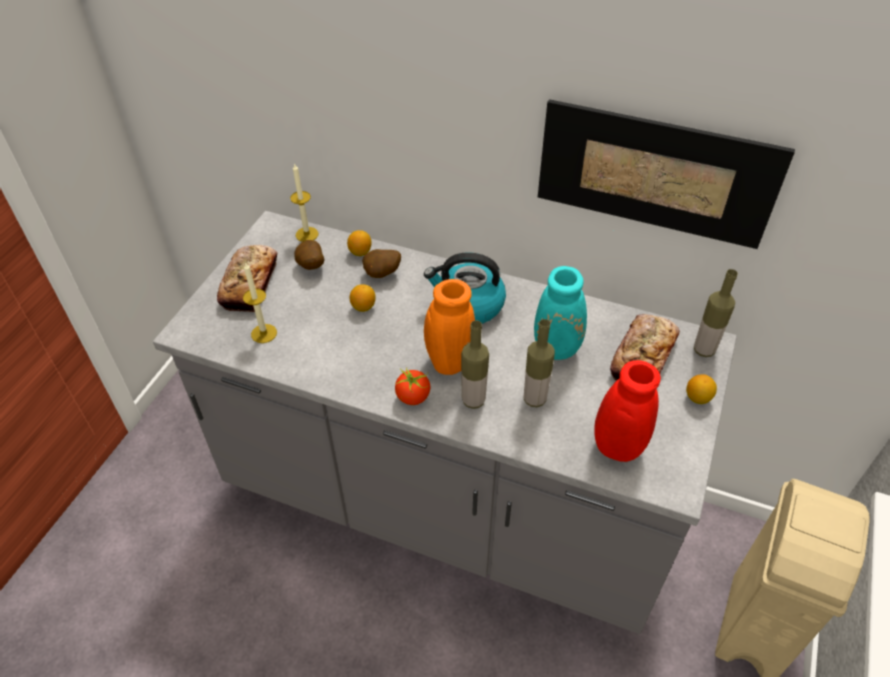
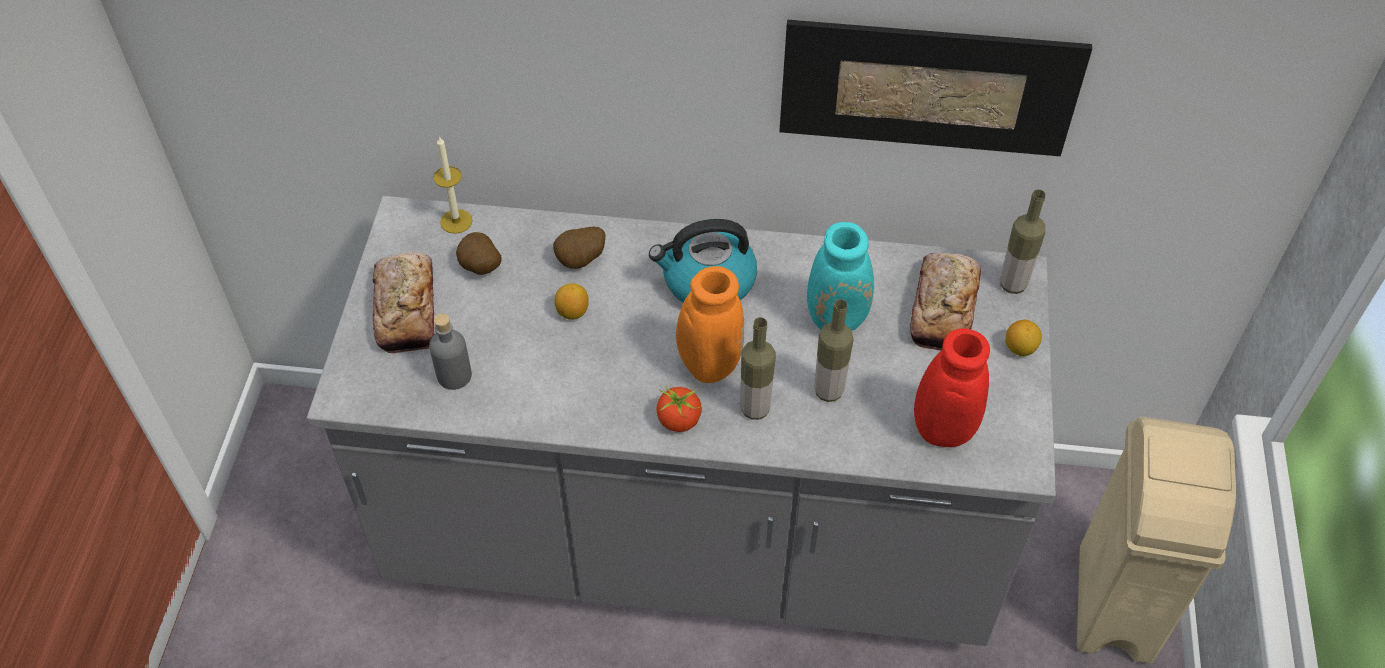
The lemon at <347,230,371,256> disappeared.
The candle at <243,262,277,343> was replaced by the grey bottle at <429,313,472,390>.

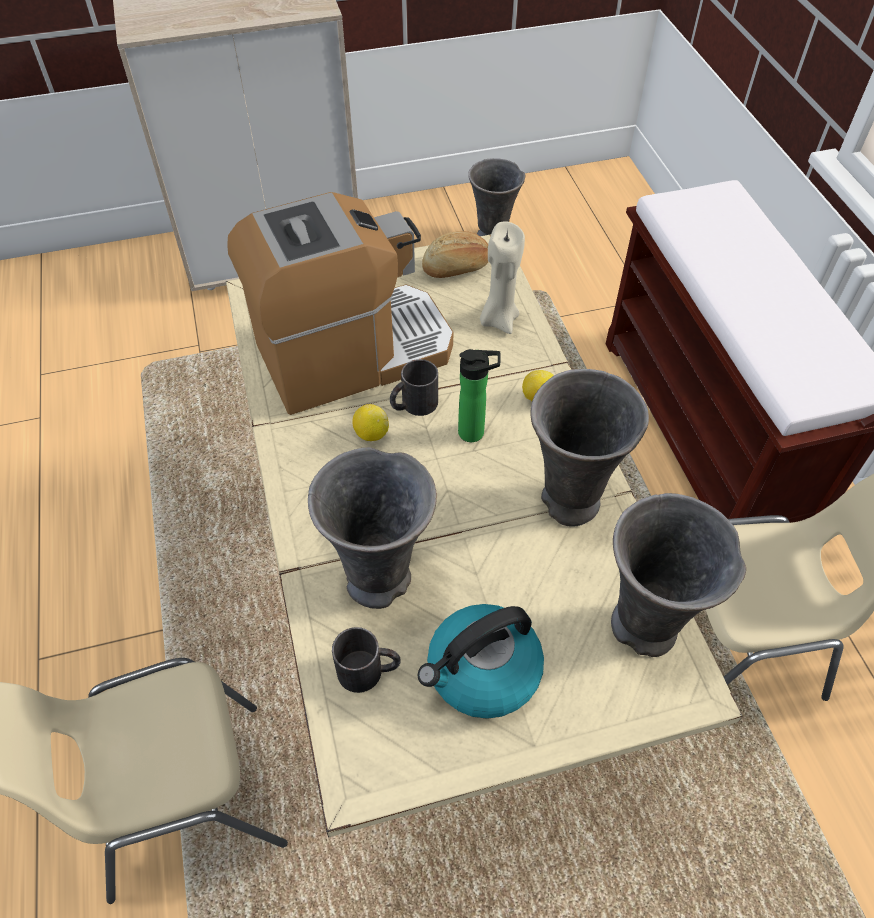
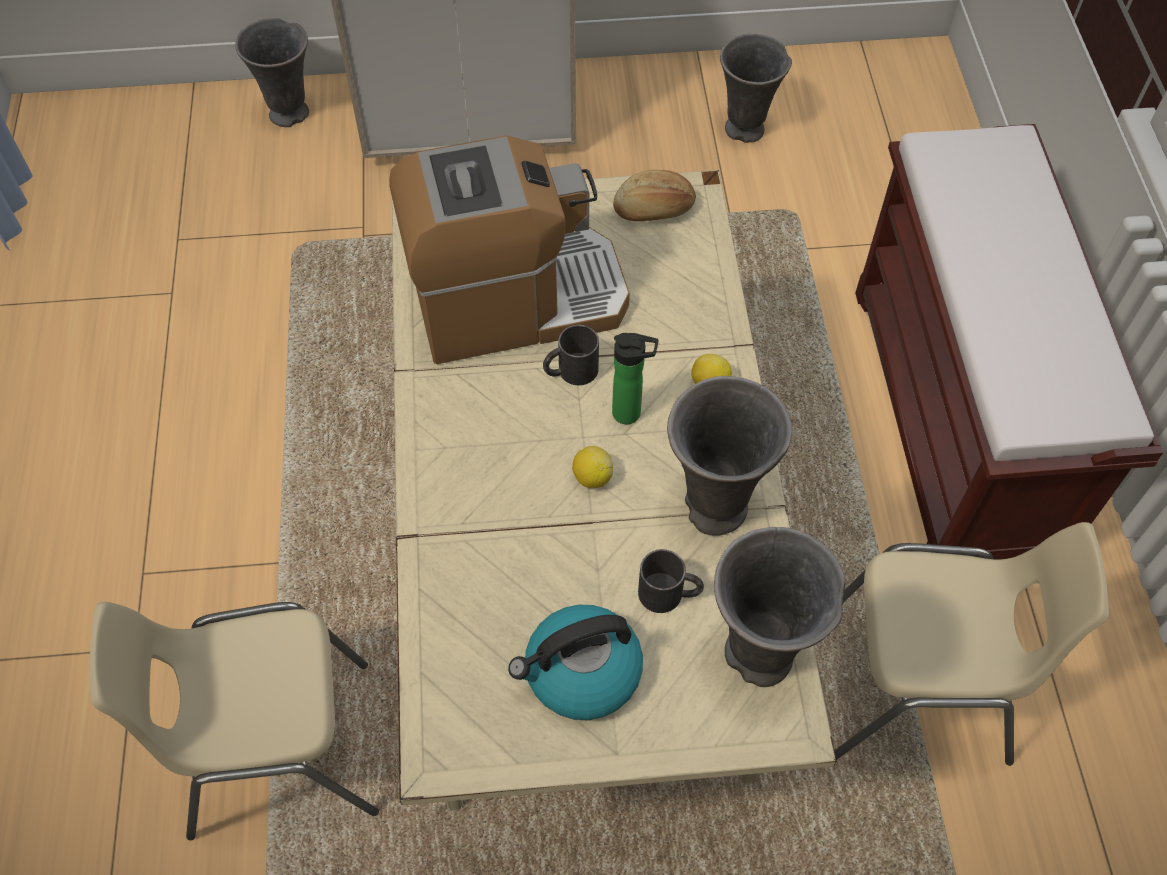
The beige candle at <480,221,525,334> disappeared.
The grey vase moved from <308,447,437,609> to <235,18,309,127>.
The black mug moved from <332,627,401,693> to <638,549,704,613>.
The lemon moved from <352,404,389,441> to <572,446,613,488>.

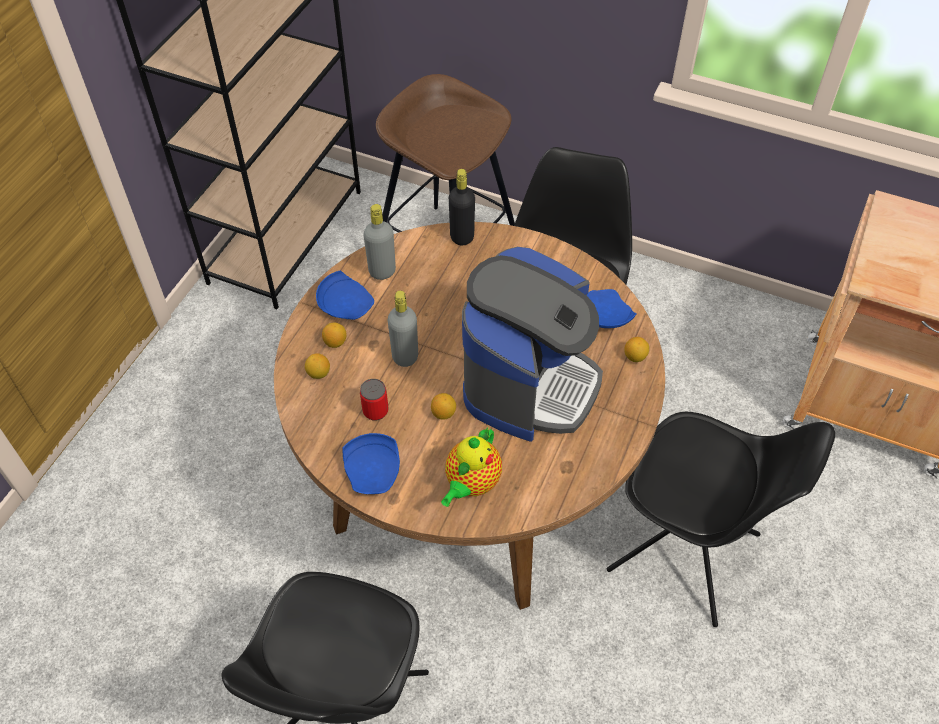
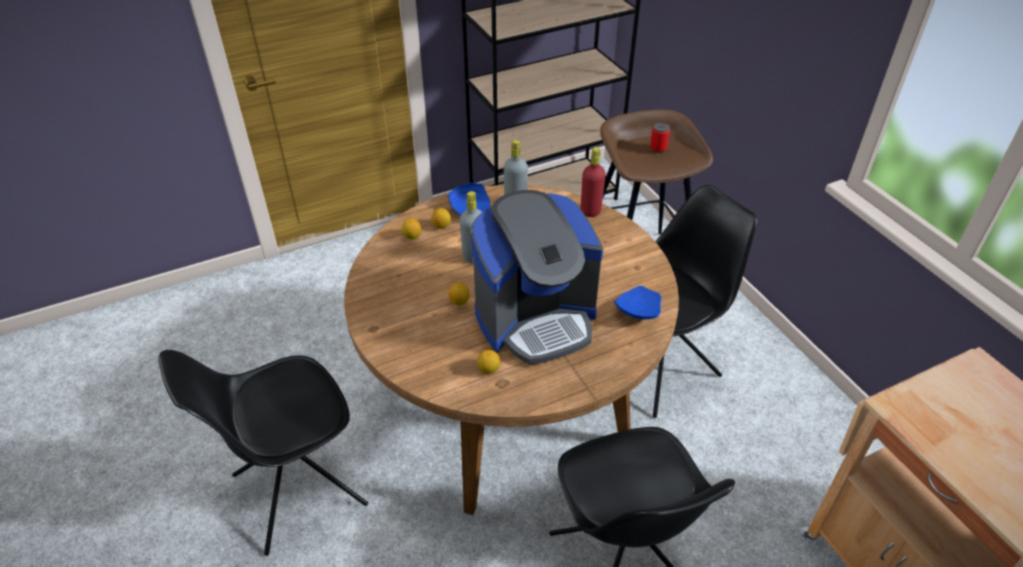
The blue plate at <342,433,400,494> disappeared.
The teapot at <441,427,502,507> disappeared.
The can moved from <360,379,388,421> to <650,122,670,153>.
The lemon moved from <624,337,649,362> to <477,350,500,374>.
The black bottle at <449,169,475,245> became the red bottle at <581,147,606,217>.

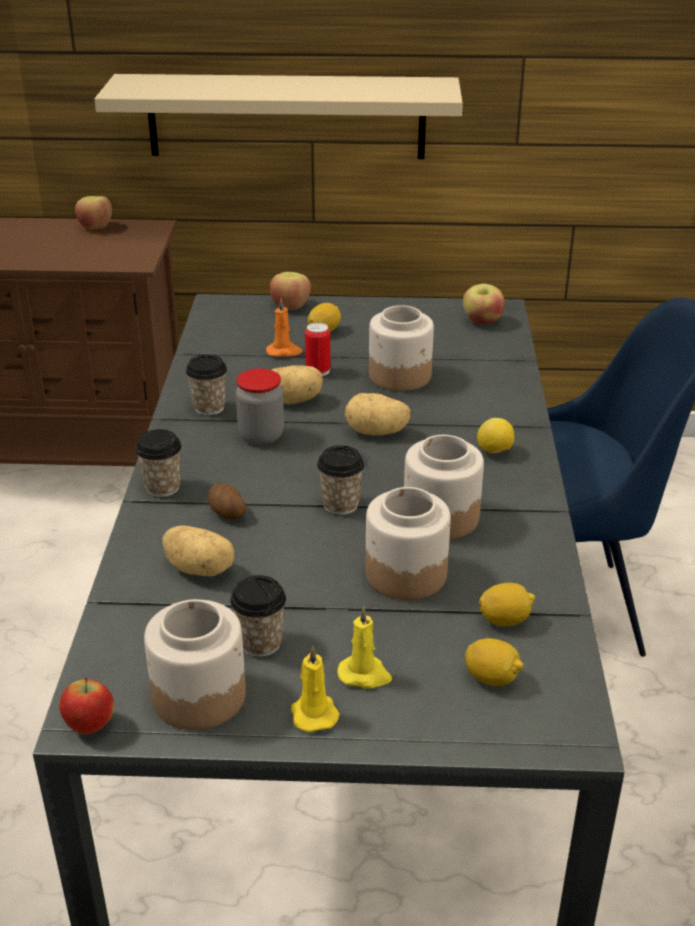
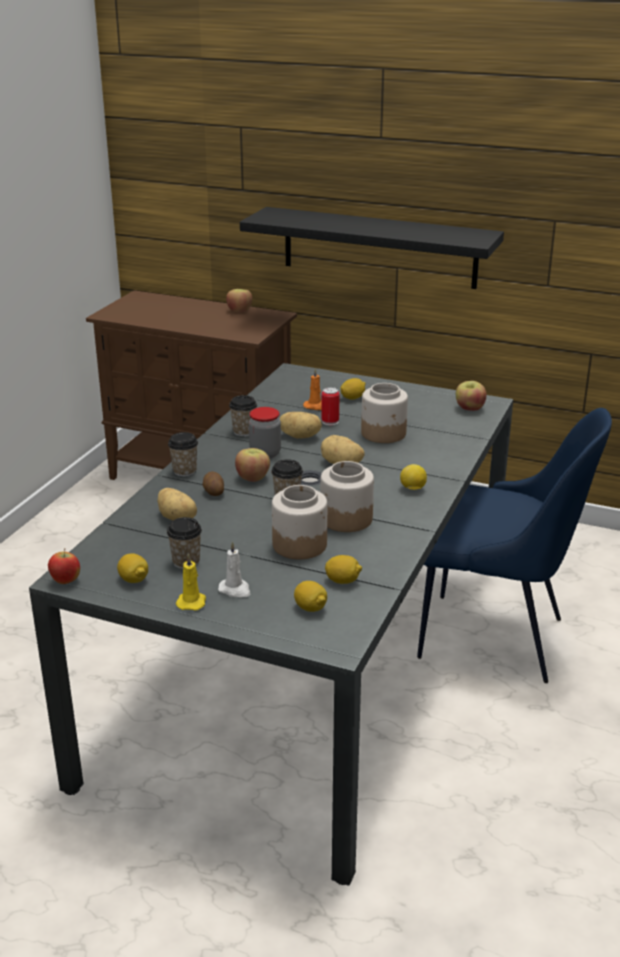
The apple moved from <270,272,311,310> to <235,448,270,482>.
The jar at <144,599,246,730> was replaced by the lemon at <117,553,148,583>.
The beige shelf at <95,74,463,159> became the black shelf at <240,207,504,289>.
The yellow candle at <337,607,392,689> became the white candle at <218,541,250,598>.

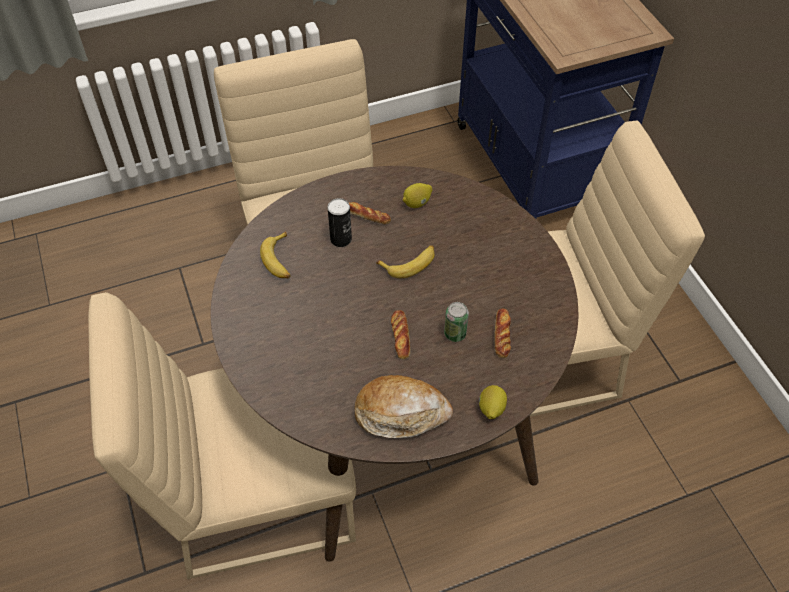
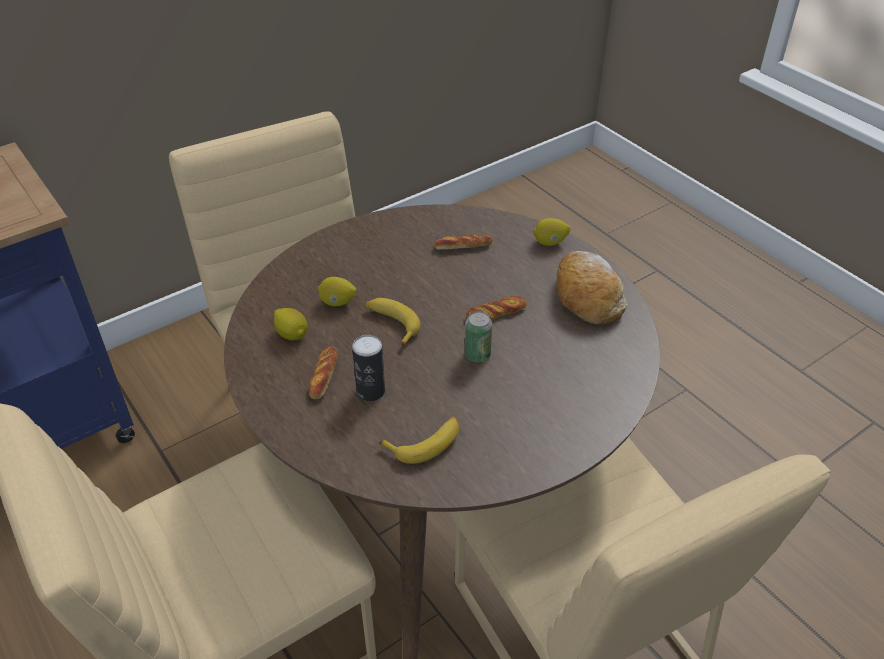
The lemon at <318,277,357,306> appeared.
The can moved from <444,302,469,342> to <465,311,492,362>.

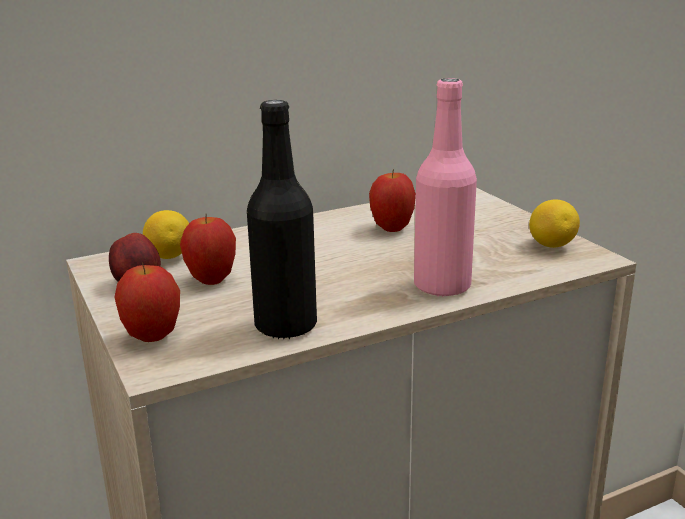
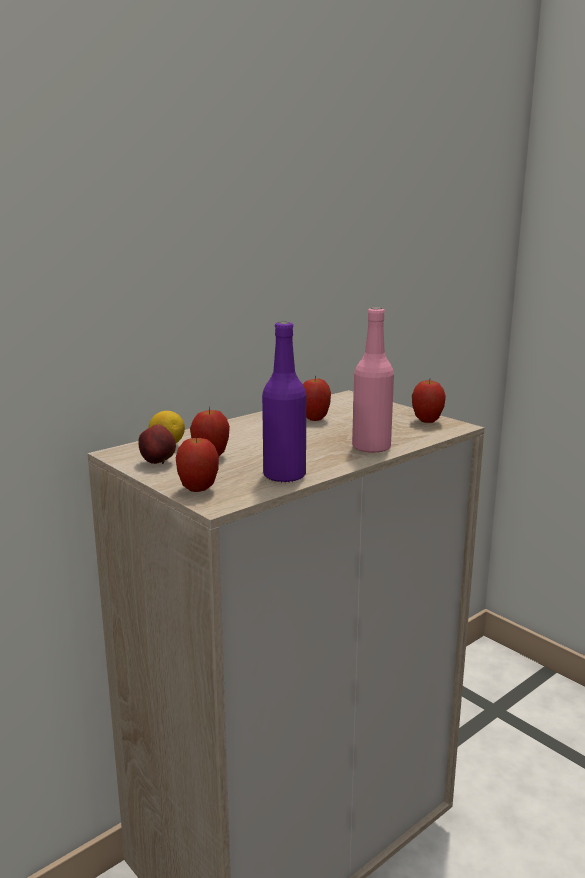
The lemon at <529,199,580,248> was replaced by the apple at <412,380,446,423>.
The black bottle at <247,100,317,340> became the purple bottle at <262,322,306,483>.

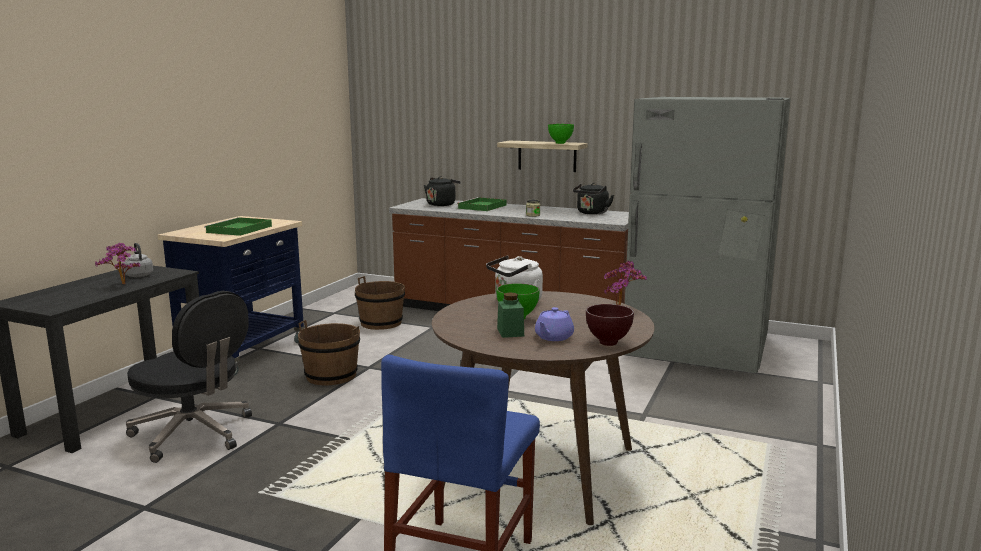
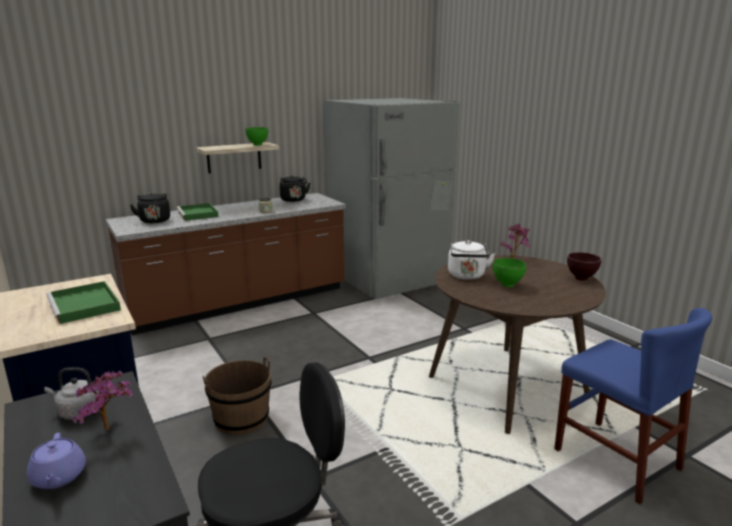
The brown bucket at <355,276,405,330> disappeared.
The green jar at <497,292,524,338> disappeared.
The purple teapot moved from <535,307,574,341> to <27,433,86,489>.

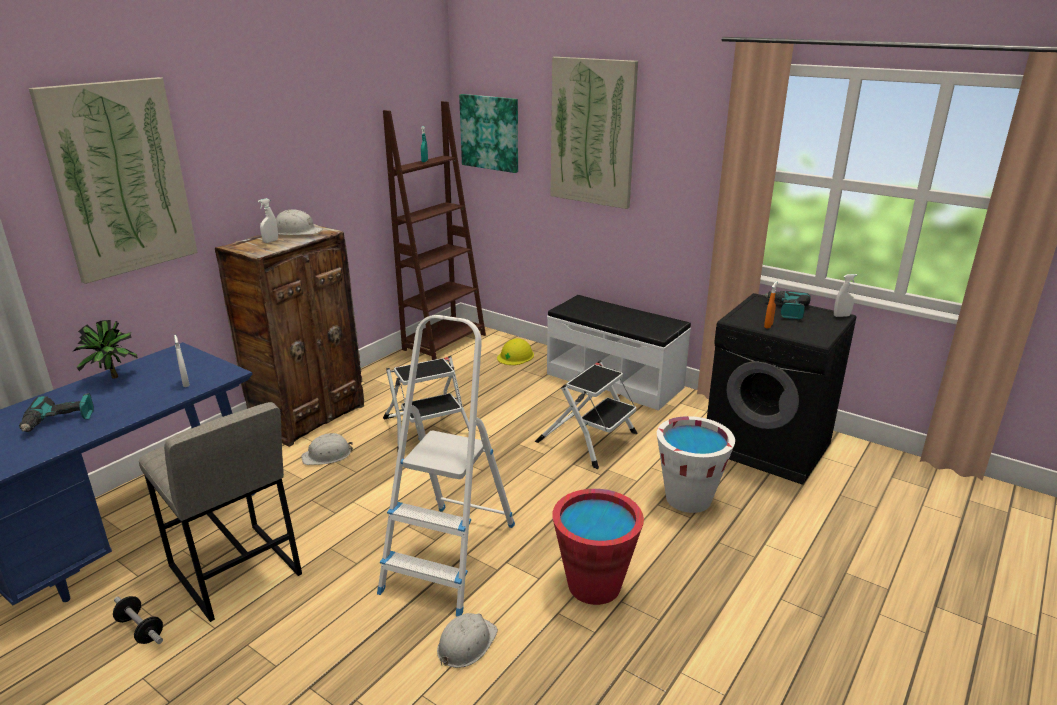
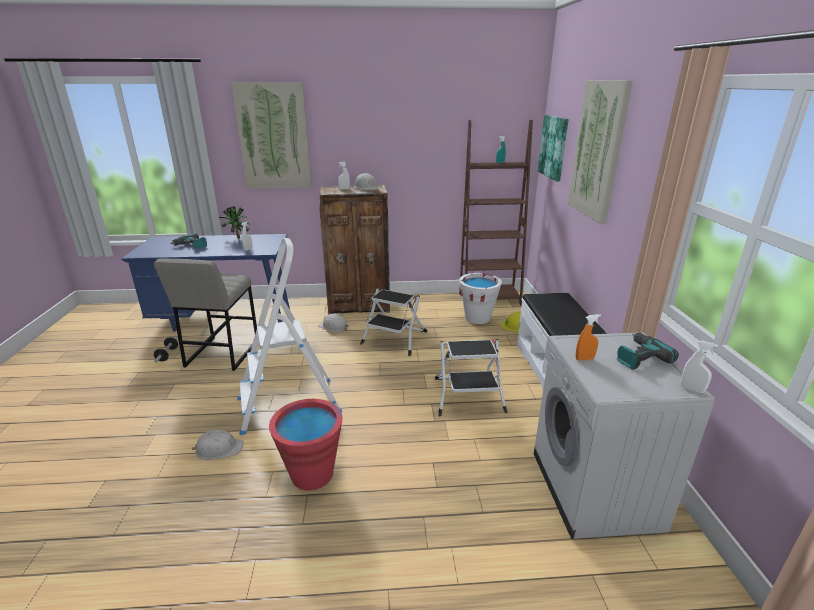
The white bucket moved from <657,416,735,513> to <459,273,502,324>.
The black washing machine at <707,293,856,485> became the white washing machine at <534,332,715,539>.

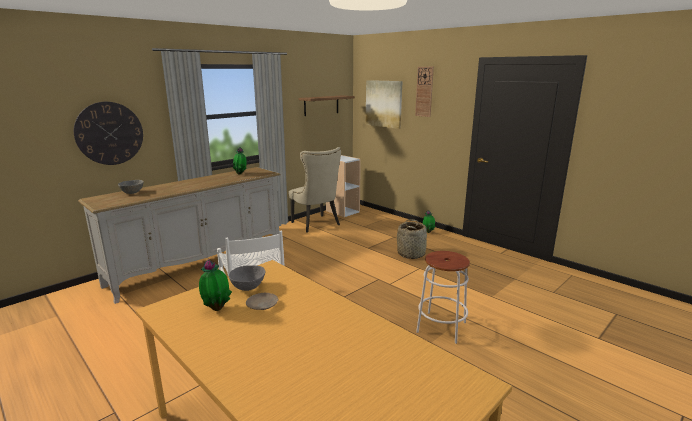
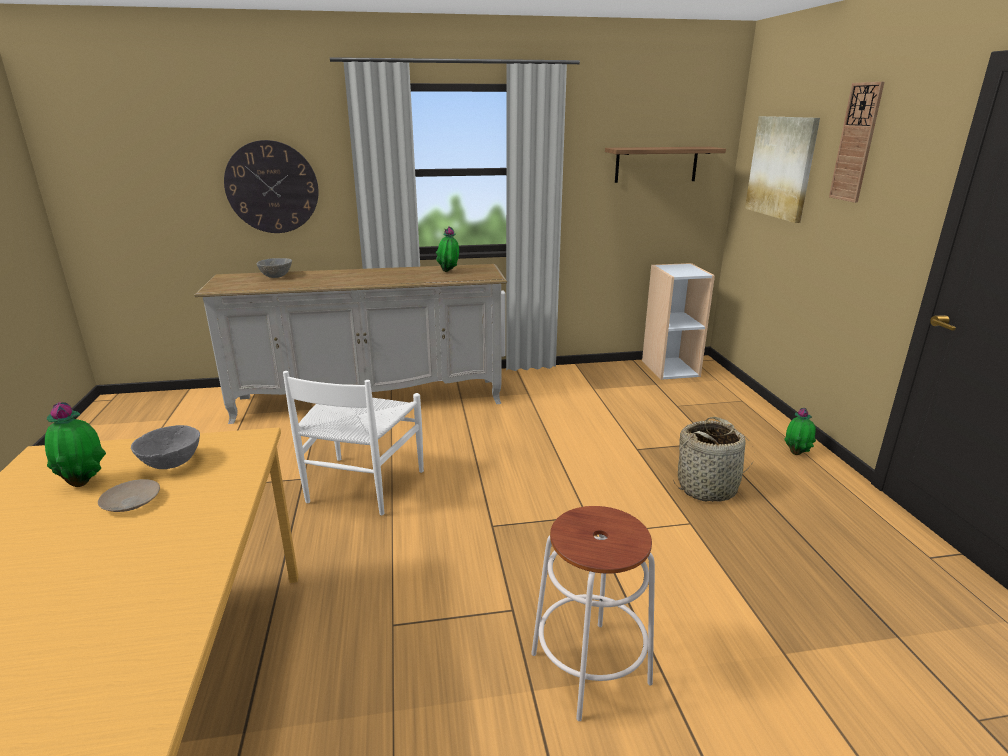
The beige chair at <289,147,341,233> disappeared.

